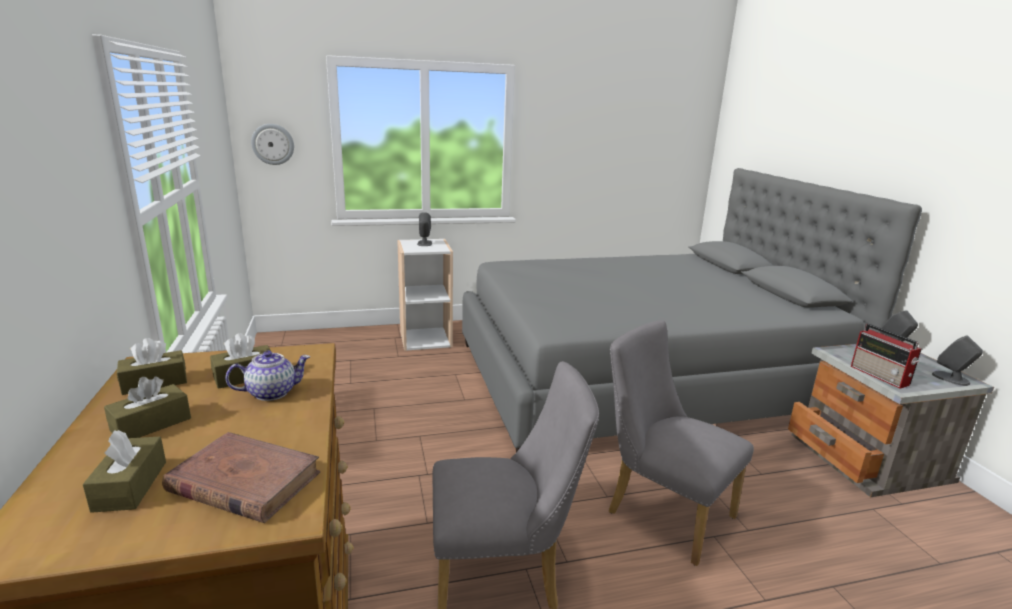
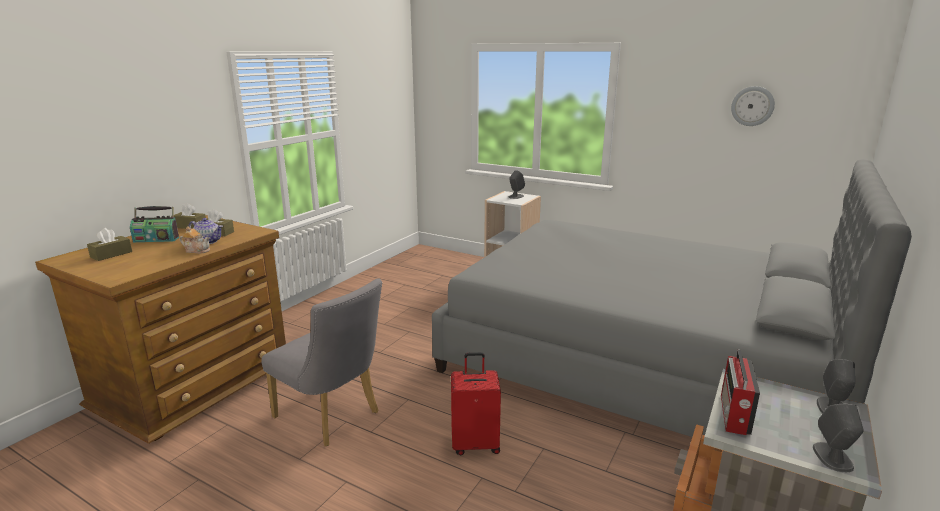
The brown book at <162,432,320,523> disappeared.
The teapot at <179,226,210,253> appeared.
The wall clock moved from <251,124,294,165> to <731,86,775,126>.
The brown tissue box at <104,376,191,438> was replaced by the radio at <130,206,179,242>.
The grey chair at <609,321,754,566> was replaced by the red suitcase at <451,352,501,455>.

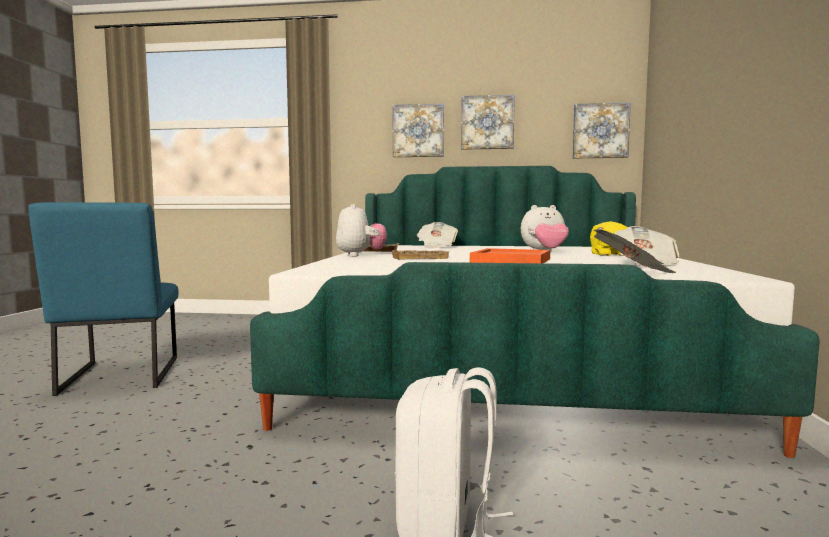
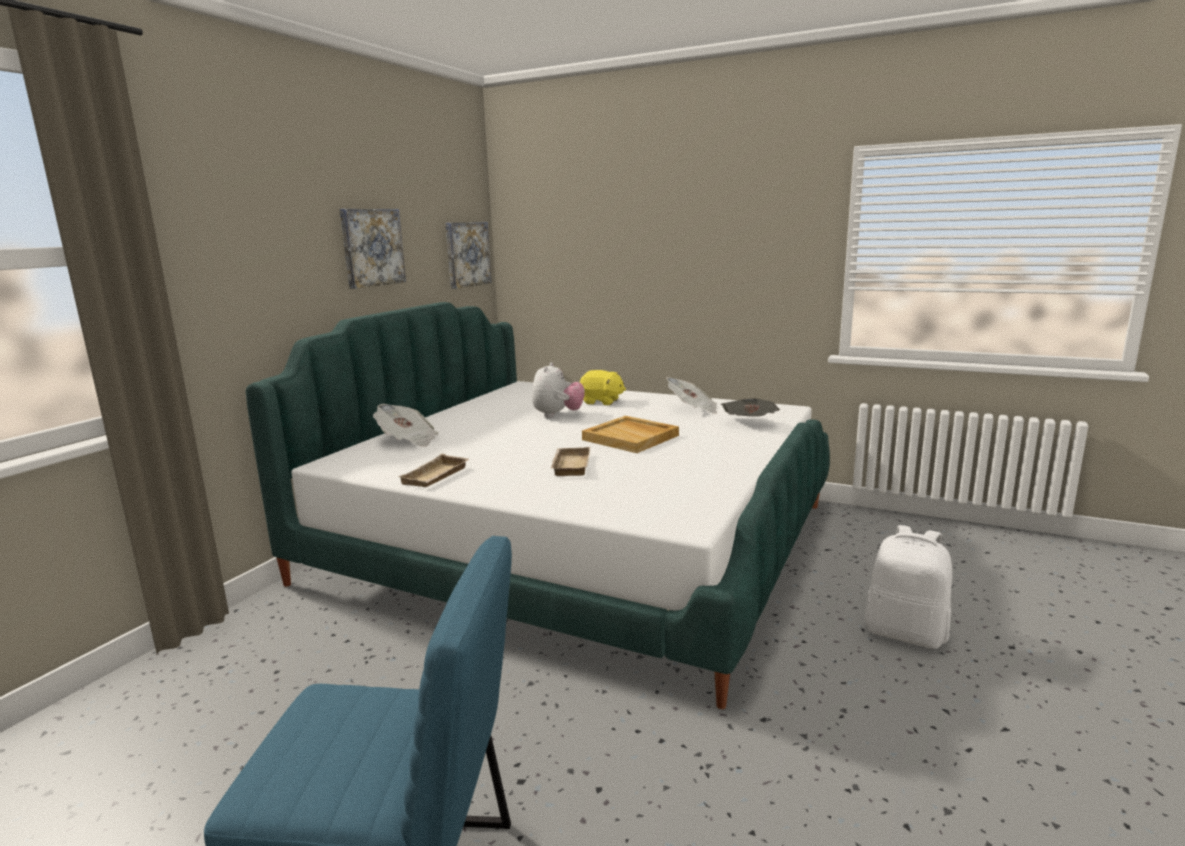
The plush toy at <336,204,387,257> disappeared.
The picture at <393,104,444,157> disappeared.
The orange tray at <470,248,550,263> became the beige tray at <582,416,679,453>.

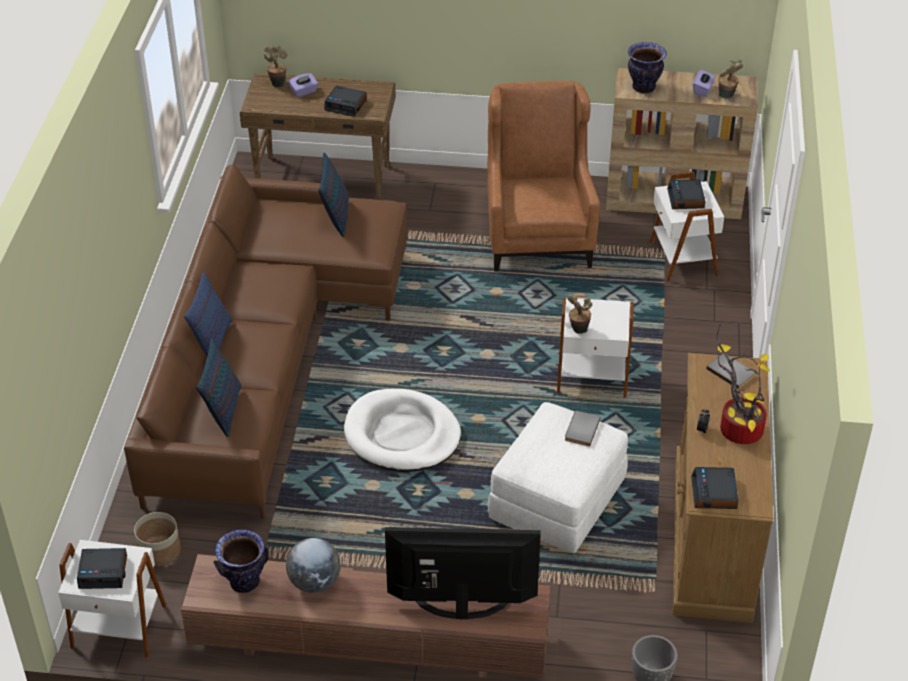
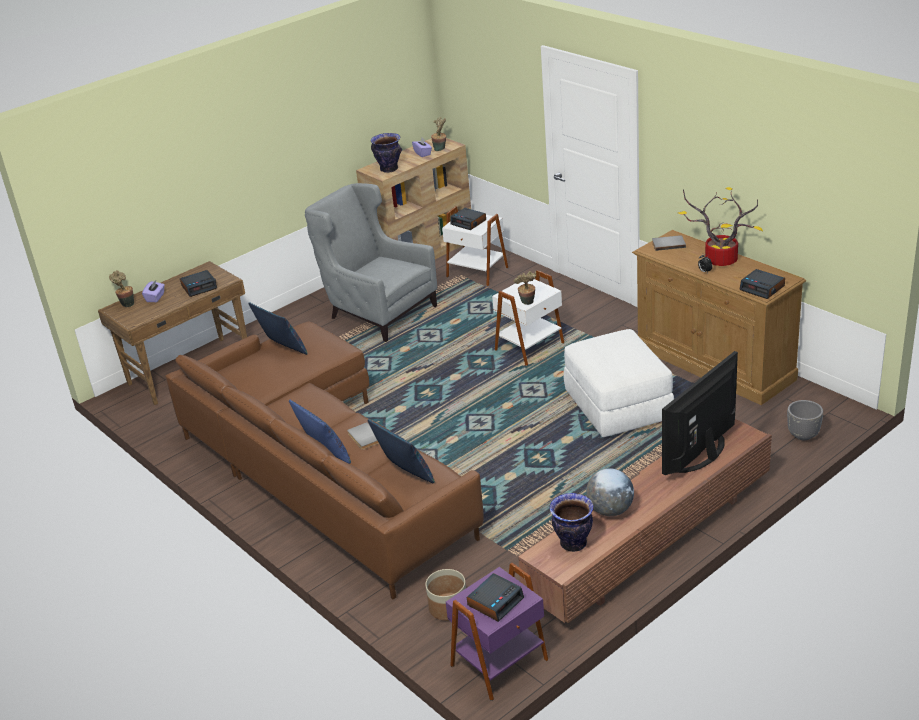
The white dog bed at <344,389,461,472> disappeared.
The grey book moved from <565,411,601,447> to <347,422,379,450>.
The white side table at <58,540,167,658> became the purple side table at <446,563,548,701>.
The brown armchair at <487,81,600,272> became the grey armchair at <305,183,437,342>.

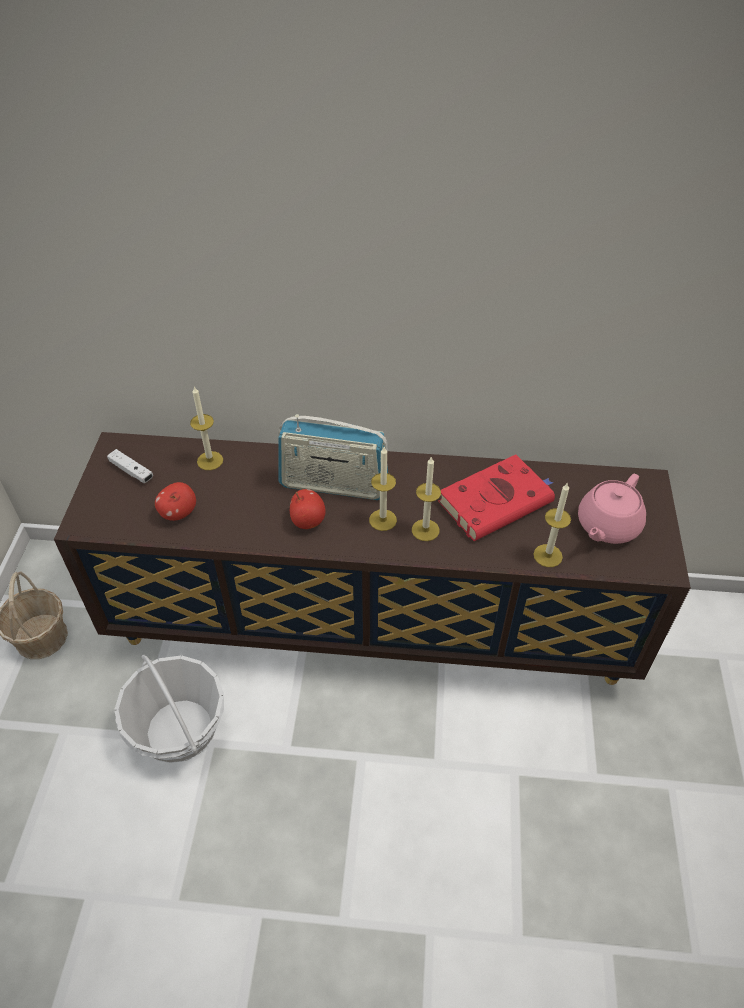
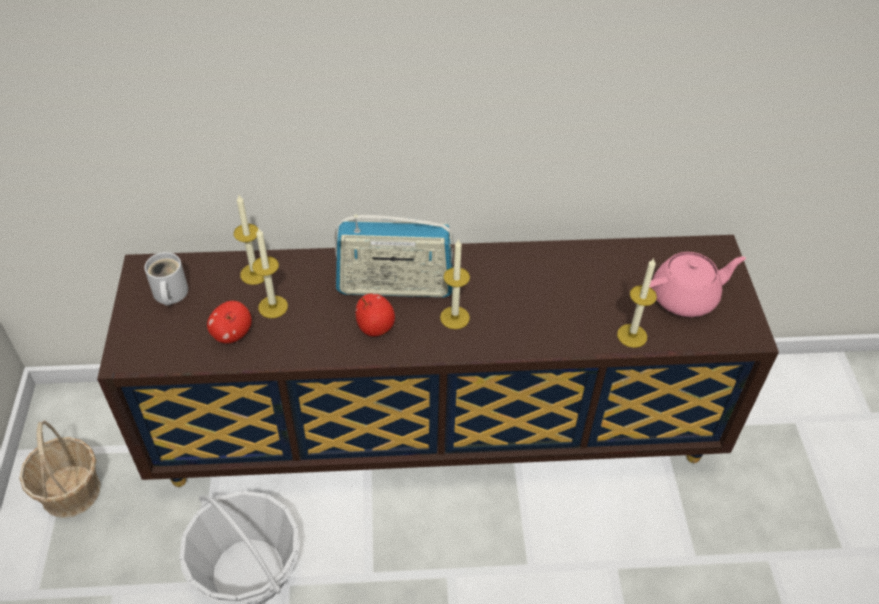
The red book at <438,455,555,541> disappeared.
The candle moved from <412,456,441,541> to <252,227,288,318>.
The white game controller at <107,449,153,483> was replaced by the white mug at <144,252,188,306>.
The pink teapot at <578,474,646,544> turned 135 degrees counterclockwise.

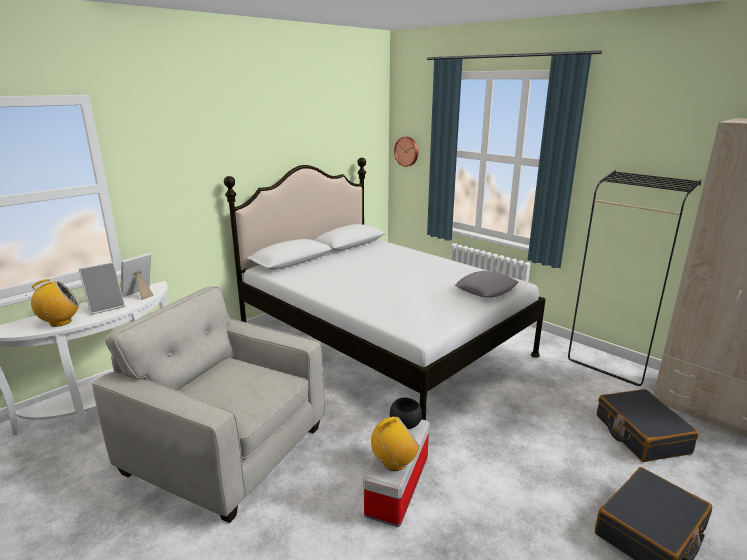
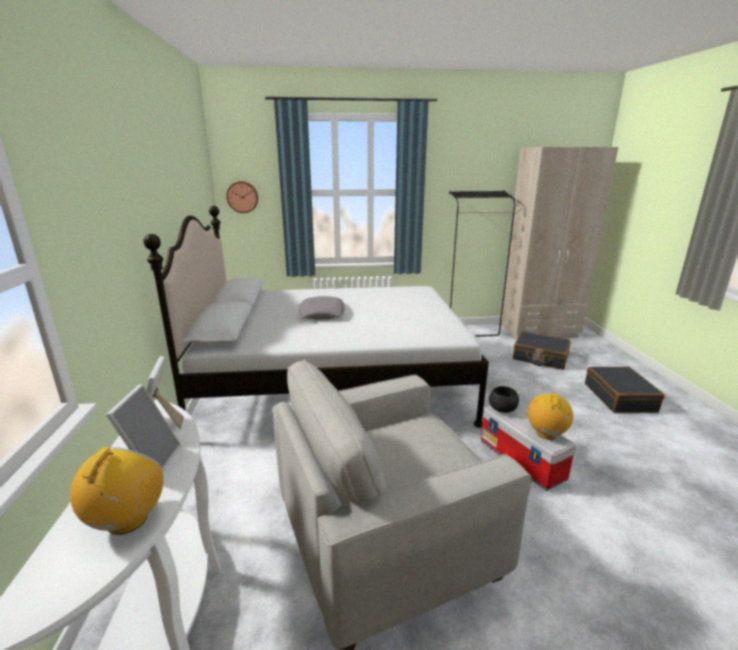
The grey pillow moved from <455,271,518,298> to <299,296,345,320>.

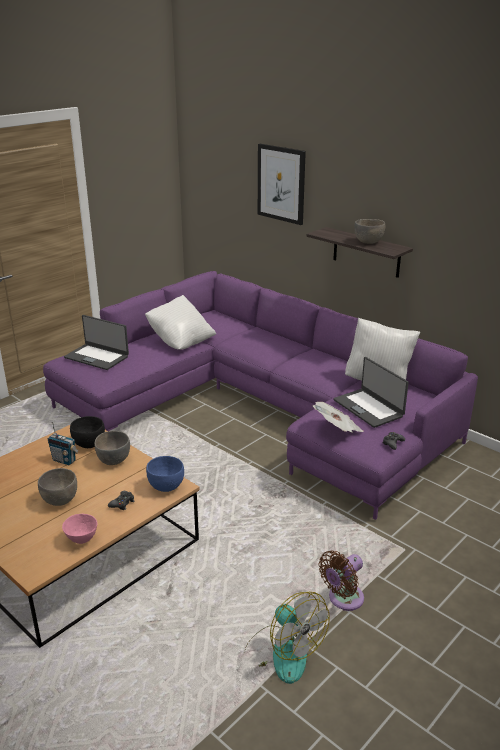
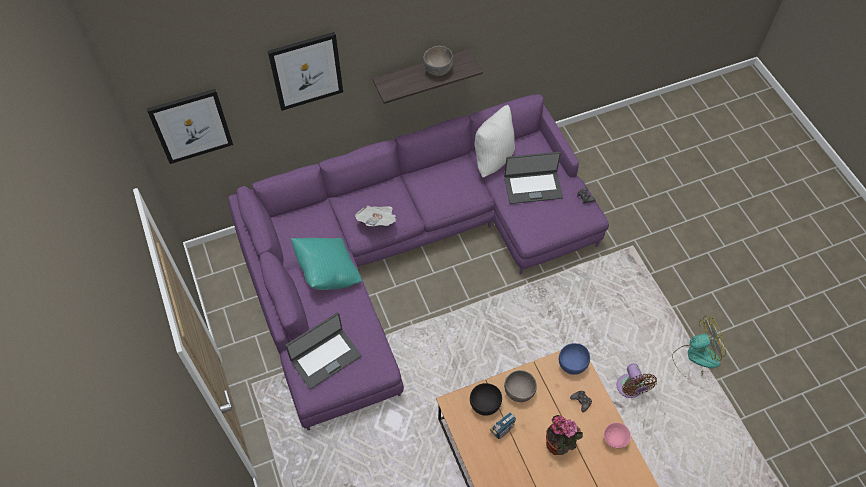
The picture at <147,89,233,164> appeared.
The newspaper moved from <312,402,364,433> to <355,206,396,226>.
The brown fan moved from <319,550,364,611> to <616,363,657,398>.
The grey bowl at <38,468,77,506> was replaced by the potted plant at <546,415,583,455>.
The white pillow at <145,295,216,350> became the turquoise pillow at <291,238,362,290>.

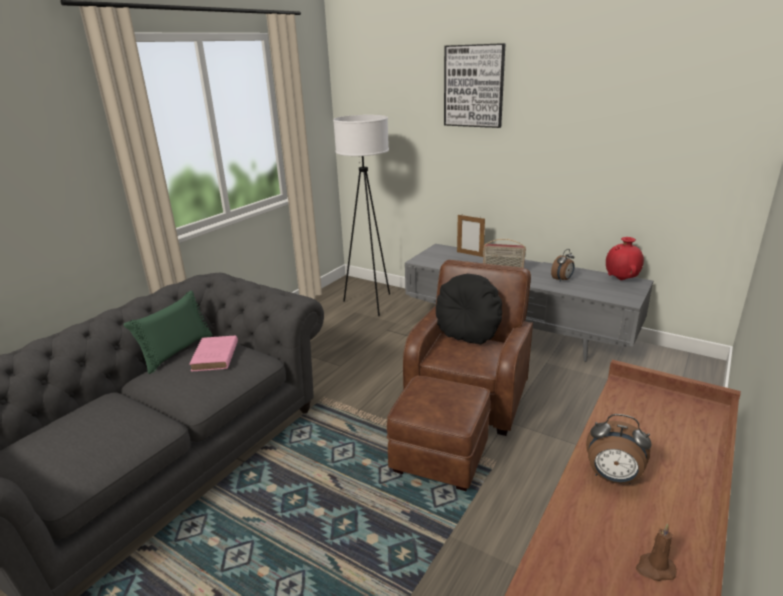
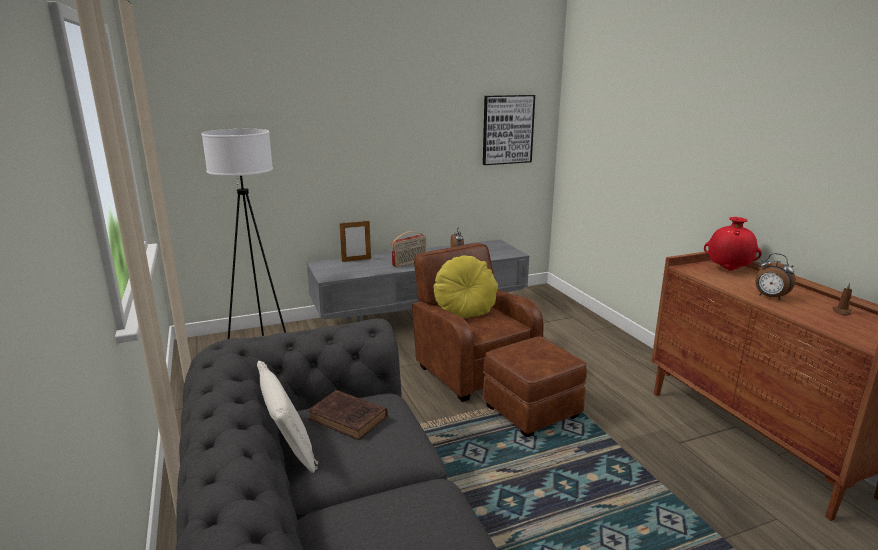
The picture moved from <444,43,506,128> to <483,95,535,165>.
The red vase moved from <606,237,644,280> to <704,217,762,271>.
The green pillow at <124,291,212,374> became the white pillow at <257,361,319,473>.
The pink book at <189,335,238,371> became the brown book at <307,390,388,440>.
The black pillow at <436,274,502,344> became the yellow pillow at <433,255,498,318>.
The alarm clock at <586,414,652,484> turned 75 degrees clockwise.

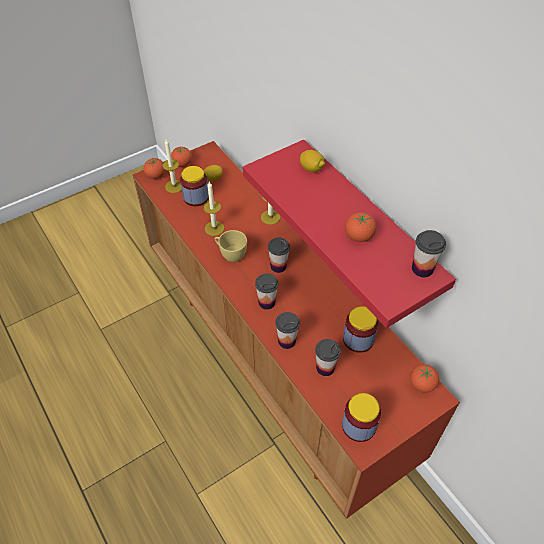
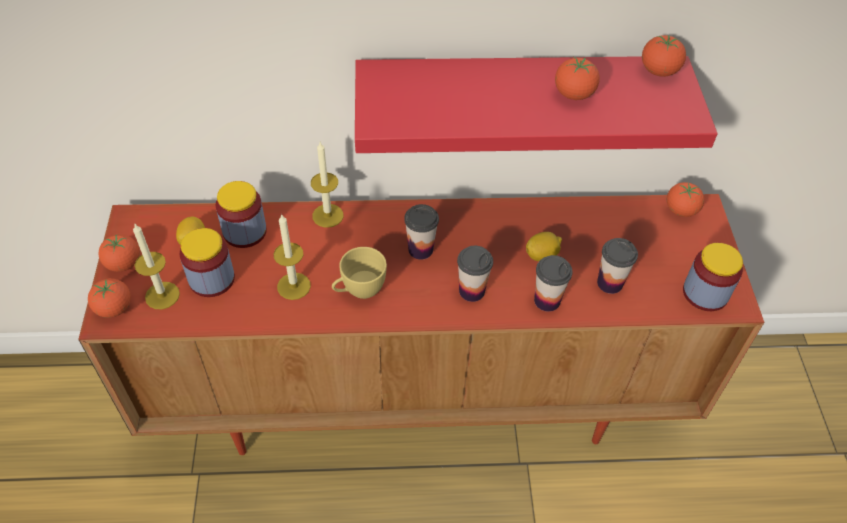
The lemon moved from <300,150,325,172> to <526,232,562,261>.
The jar moved from <343,306,378,353> to <216,181,267,248>.
The cup at <412,230,446,278> was replaced by the tomato at <642,34,686,77>.

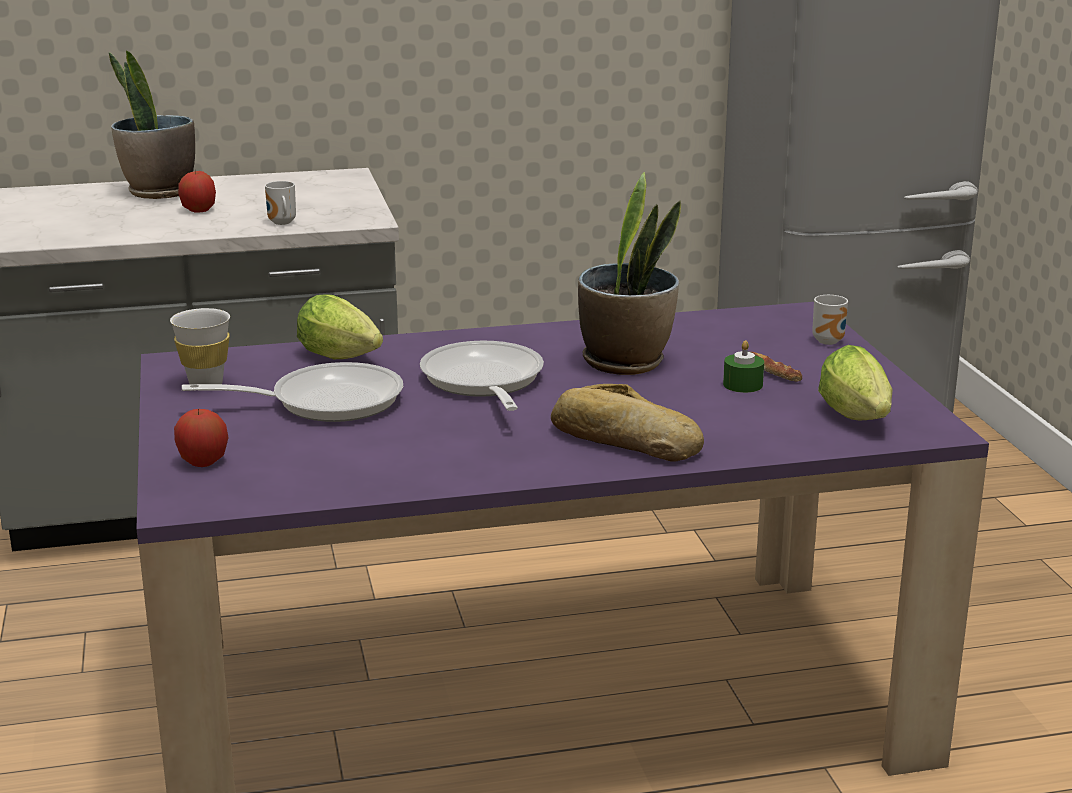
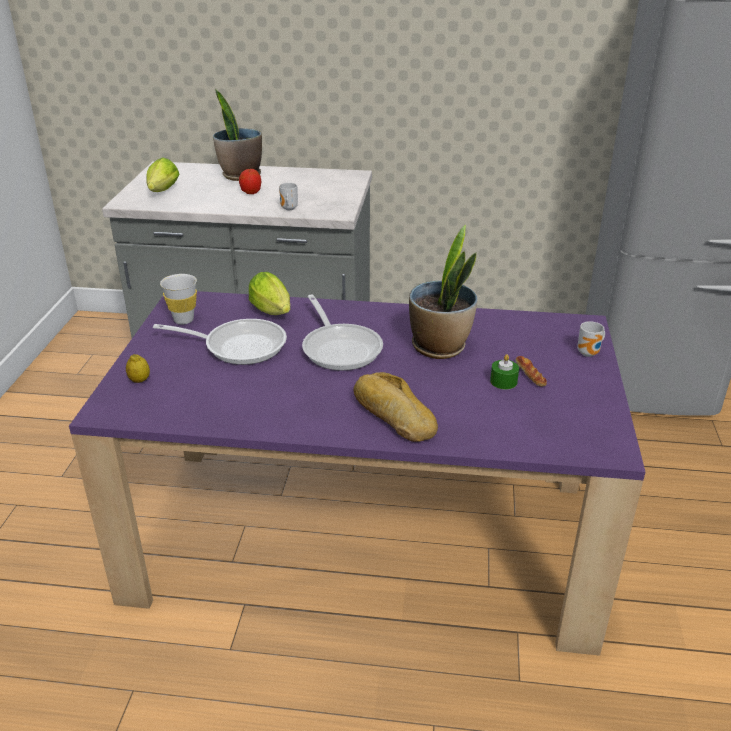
The lettuce moved from <818,345,893,421> to <146,157,180,192>.
The apple at <174,408,229,467> was replaced by the lemon at <126,354,150,383>.
The frying pan at <420,341,544,411> turned 150 degrees clockwise.

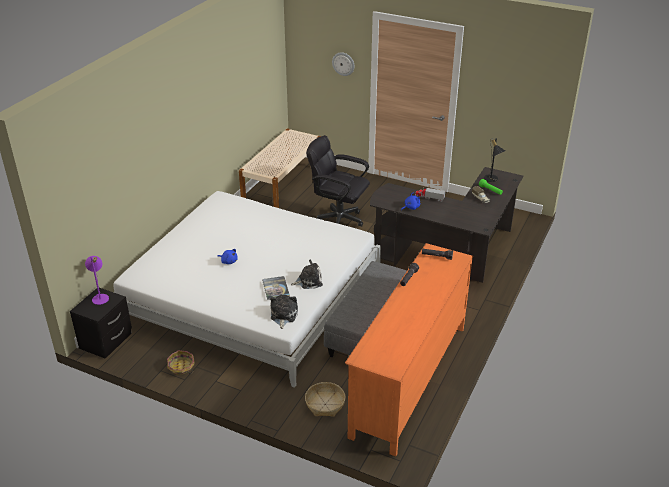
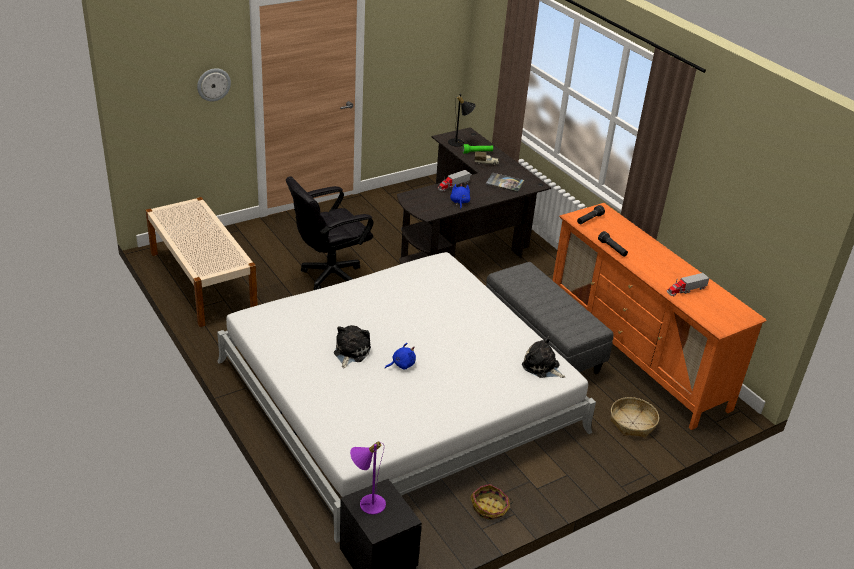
The toy truck at <667,273,709,296> appeared.
The book moved from <262,276,290,300> to <486,172,524,193>.
The plush toy moved from <291,260,323,289> to <334,325,371,369>.

